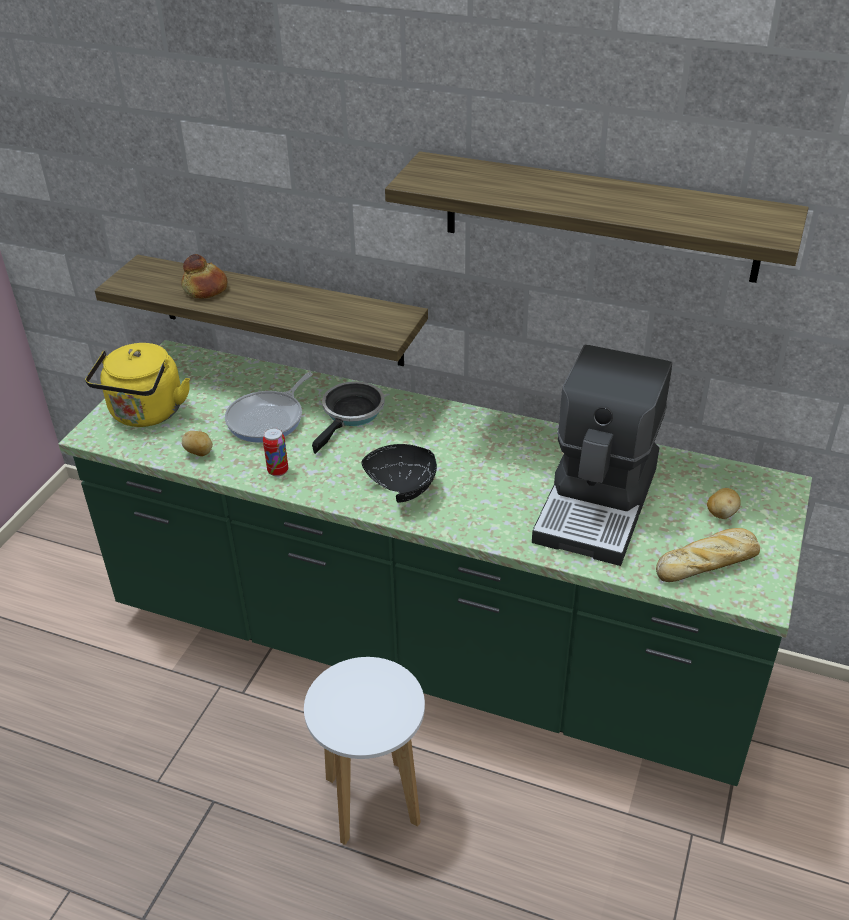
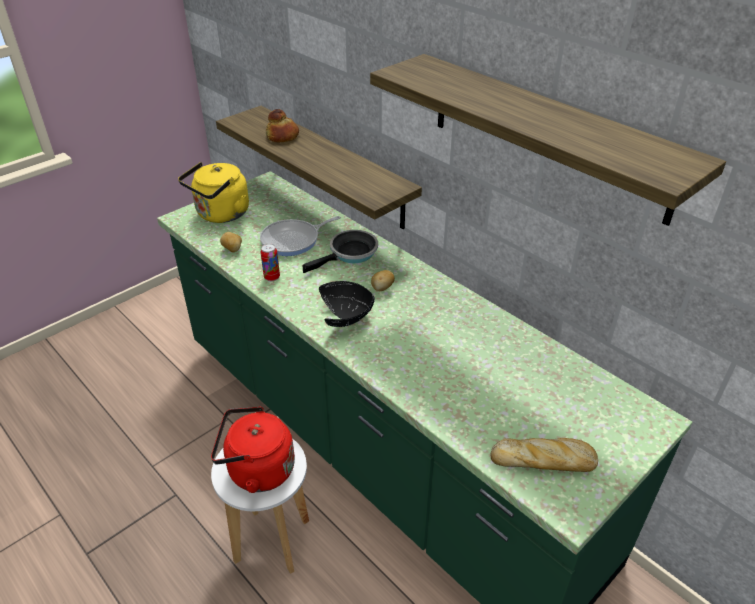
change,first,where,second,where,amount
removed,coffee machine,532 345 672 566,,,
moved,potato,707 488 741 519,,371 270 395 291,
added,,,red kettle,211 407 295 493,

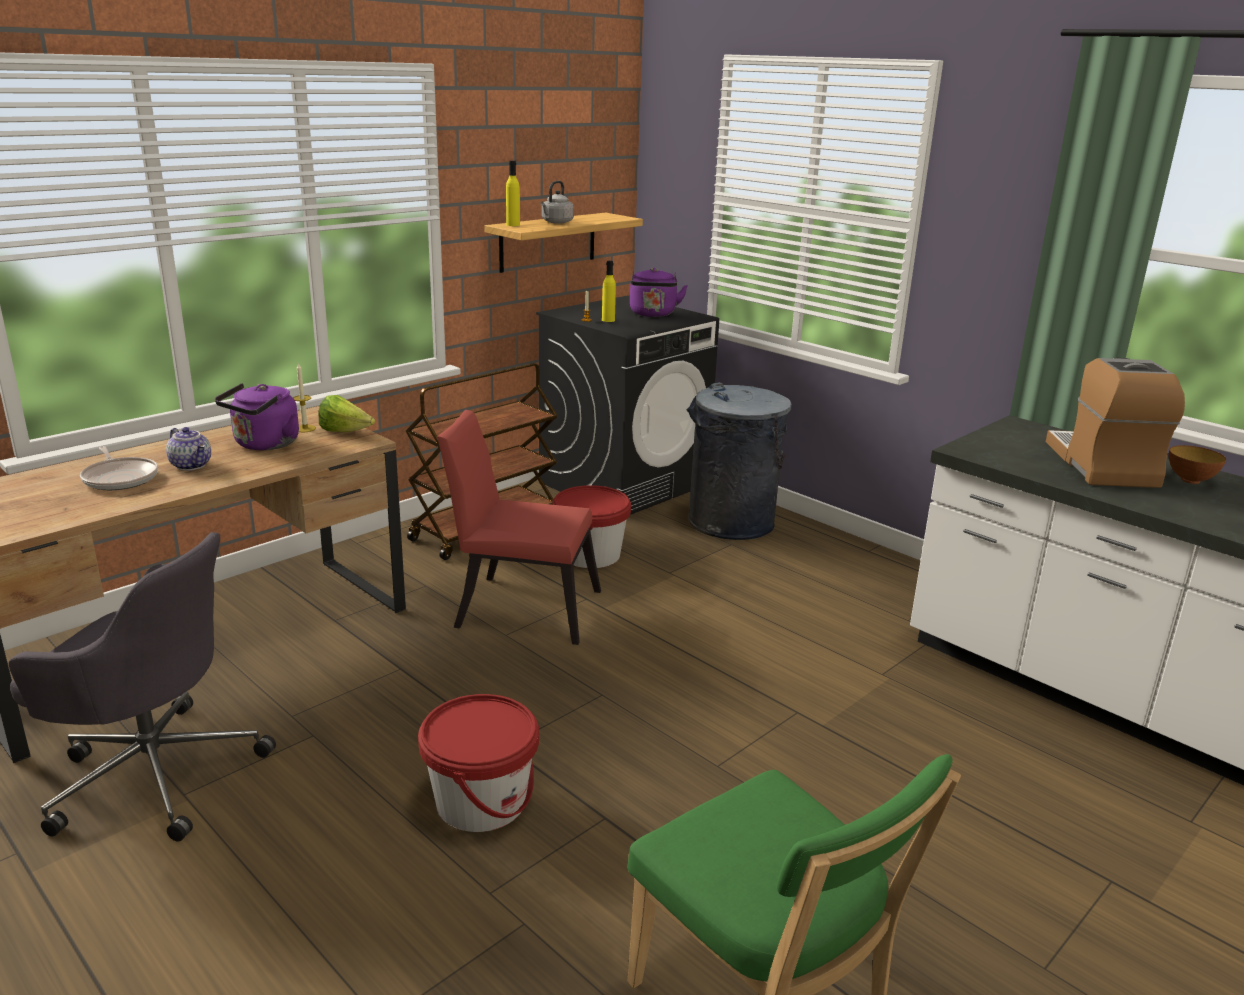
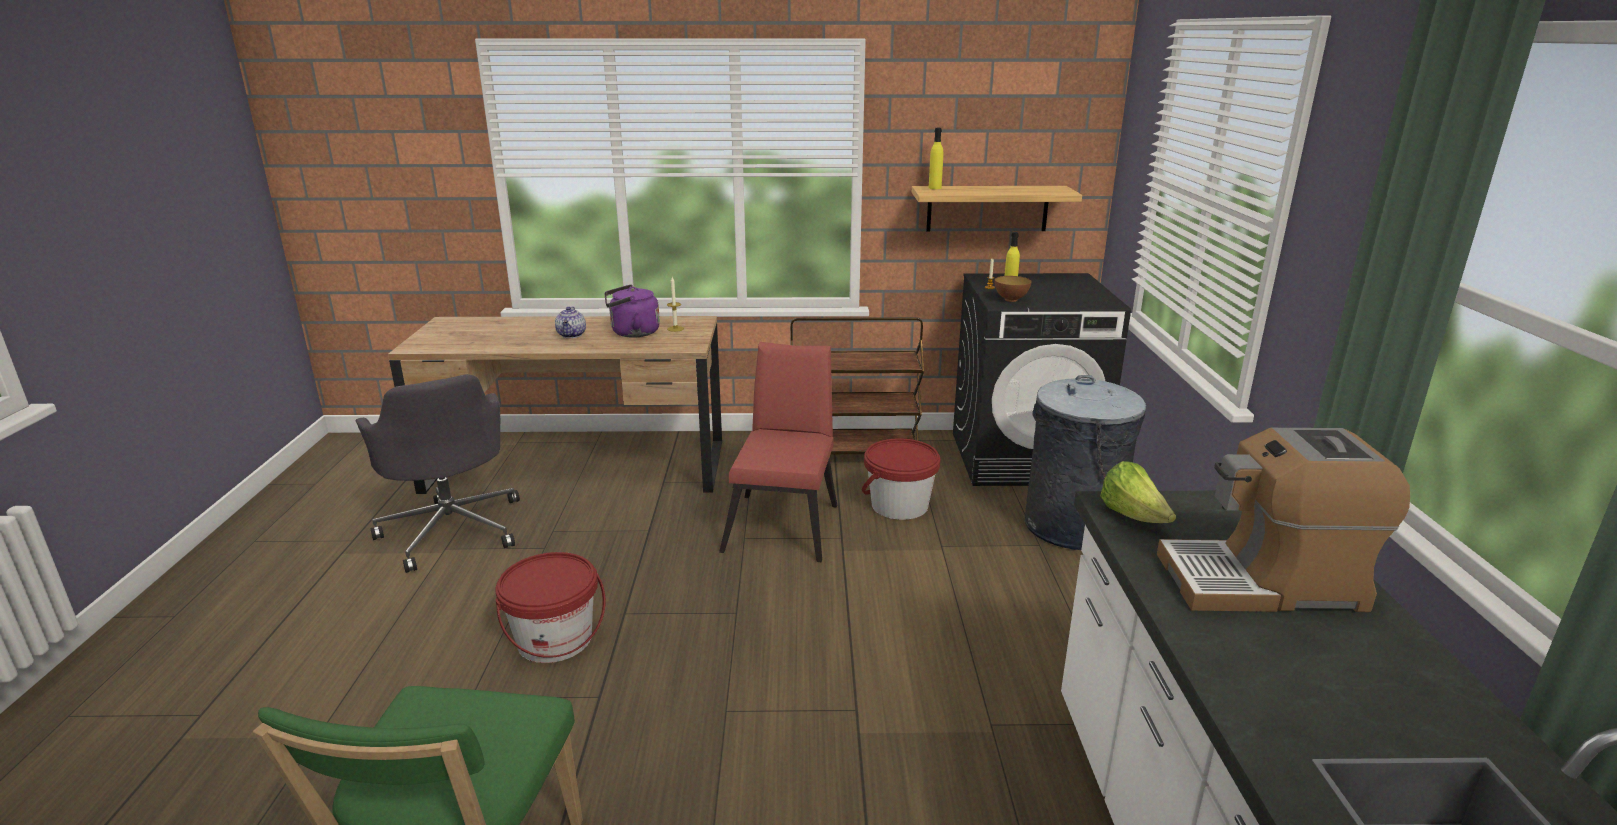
change,first,where,second,where,amount
removed,grey kettle,540 181 574 224,,,
removed,purple kettle,630 268 688 317,,,
turned,coffee machine,1046 358 1185 488,,1157 428 1410 612,135 degrees counterclockwise
moved,lettuce,319 395 375 432,,1100 461 1176 523,
turned,red chair,437 410 601 645,,719 342 837 562,45 degrees clockwise
moved,bowl,1169 445 1226 484,,995 276 1031 302,
removed,frying pan,80 446 158 490,,,

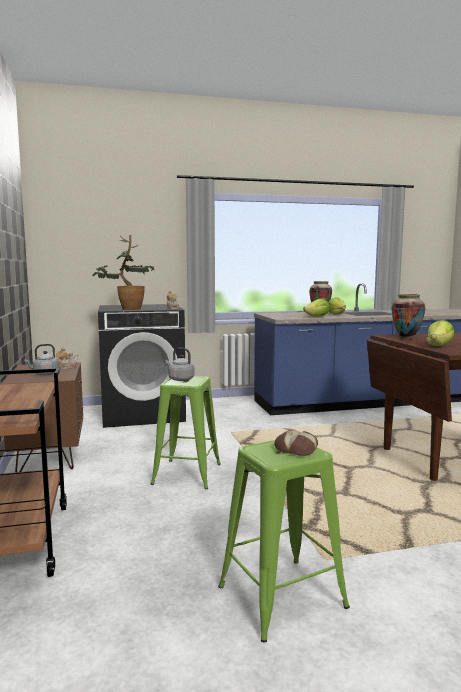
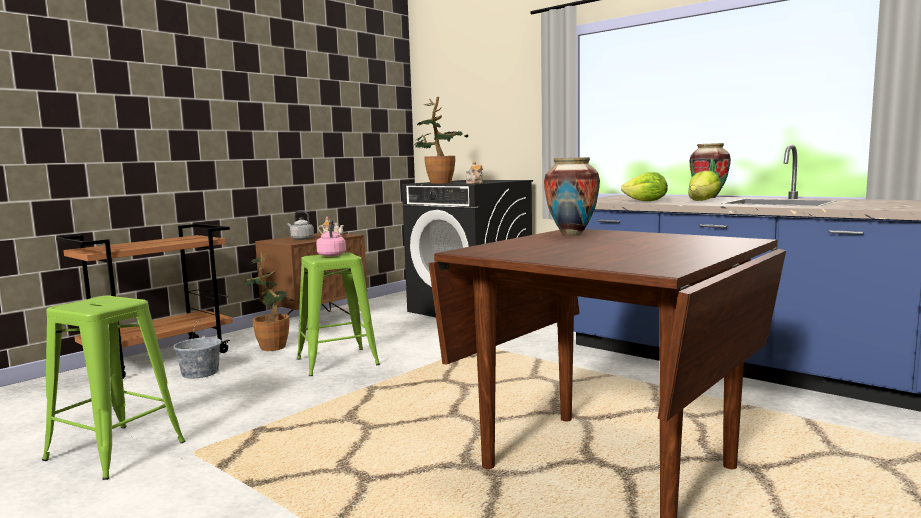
change,first,where,second,where,amount
removed,lettuce,427 320 454 346,,,
recoloured,grey kettle,165 348 194 381,pink kettle,316 220 346 257,
removed,bread,274 429 318 456,,,
added,,,potted plant,245 252 294 351,
added,,,grey bucket,173 320 222 378,

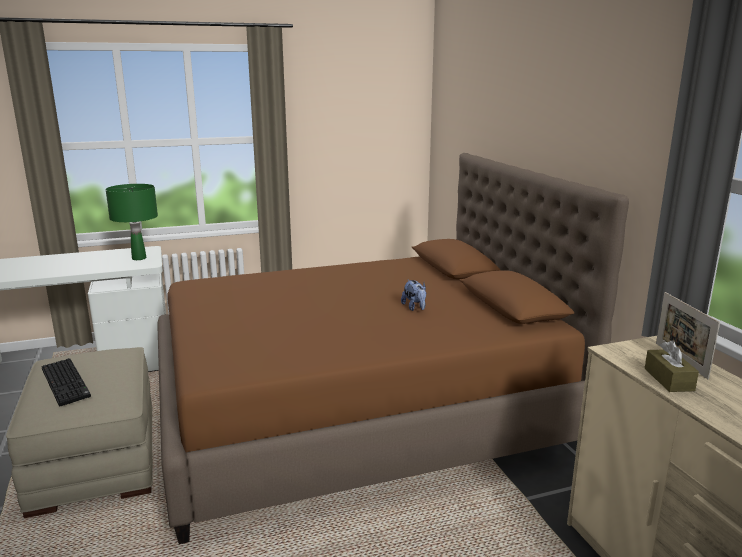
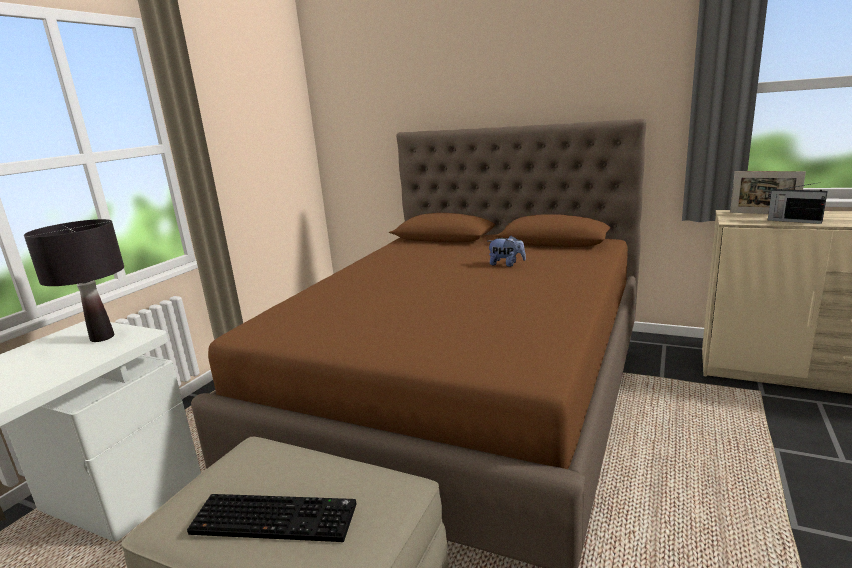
change,first,where,second,where,amount
recoloured,green table lamp,105 184 158 260,black table lamp,24 219 124 342,
replaced,brown tissue box,645 340 699 392,radio,768 182 828 224,

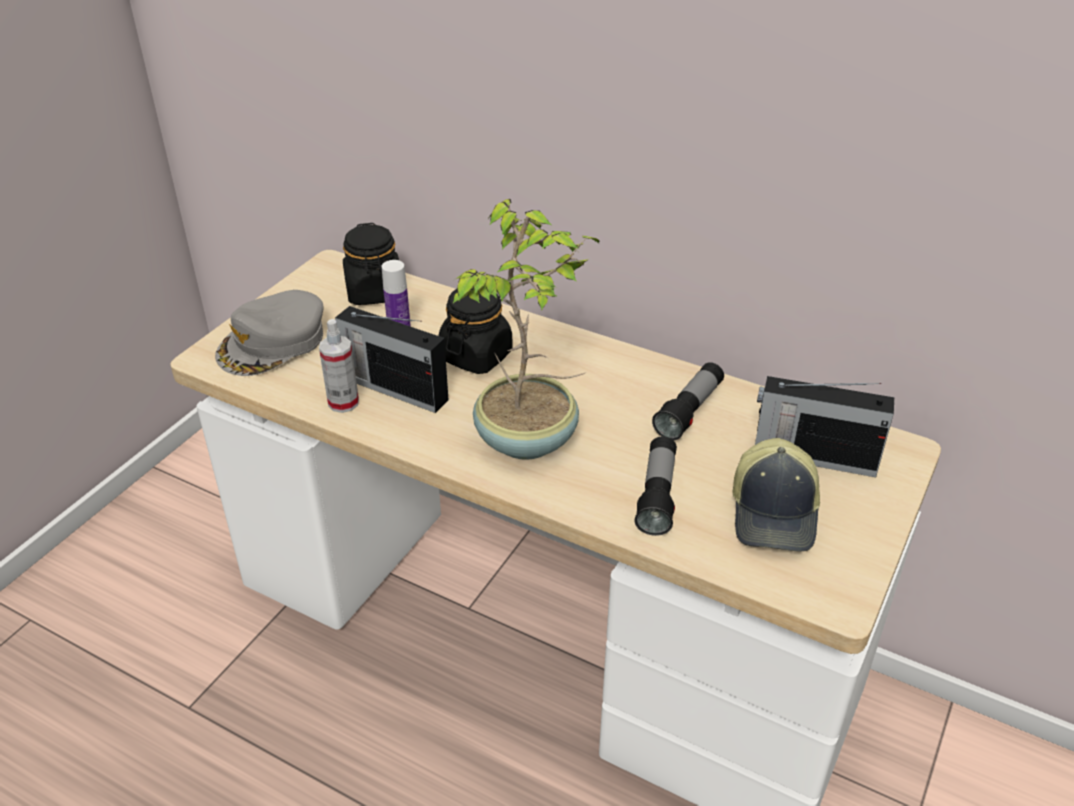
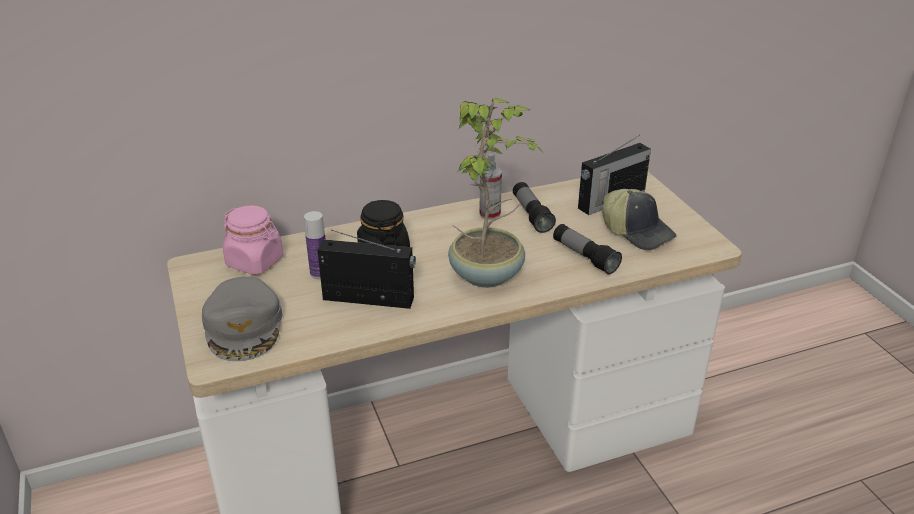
change,first,where,second,where,amount
recoloured,black jar,343 223 399 305,pink jar,223 205 284 275,
turned,radio,335 306 449 413,,318 230 416 309,150 degrees counterclockwise
moved,spray bottle,319 319 359 413,,479 153 502 220,

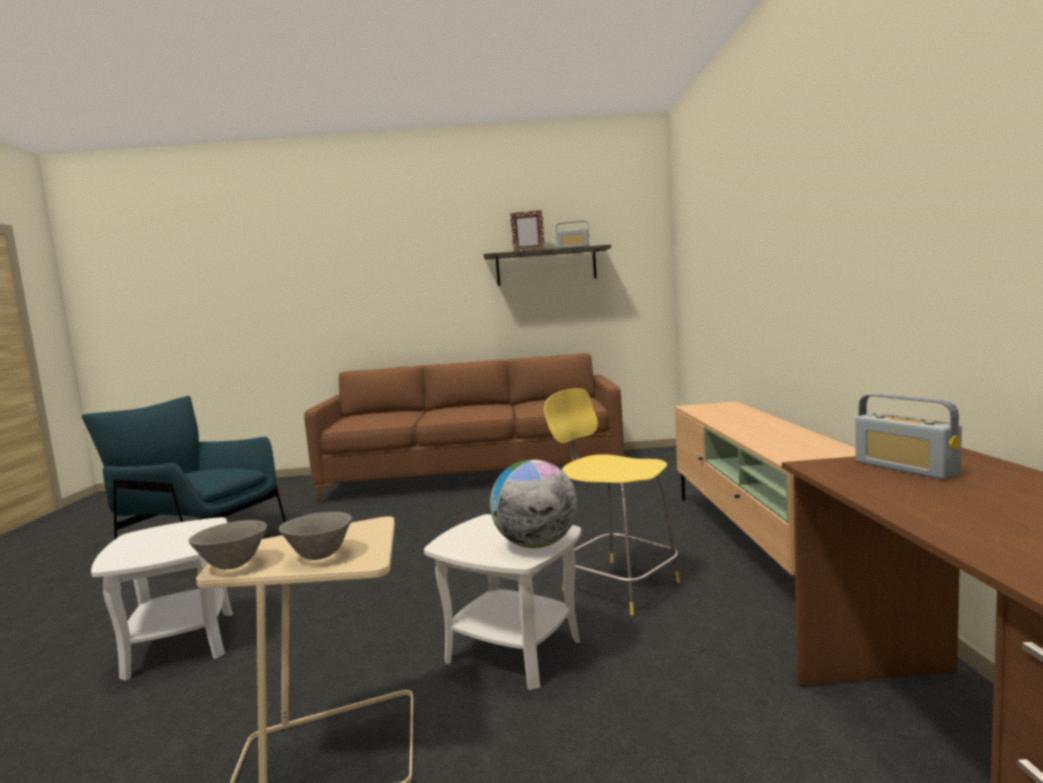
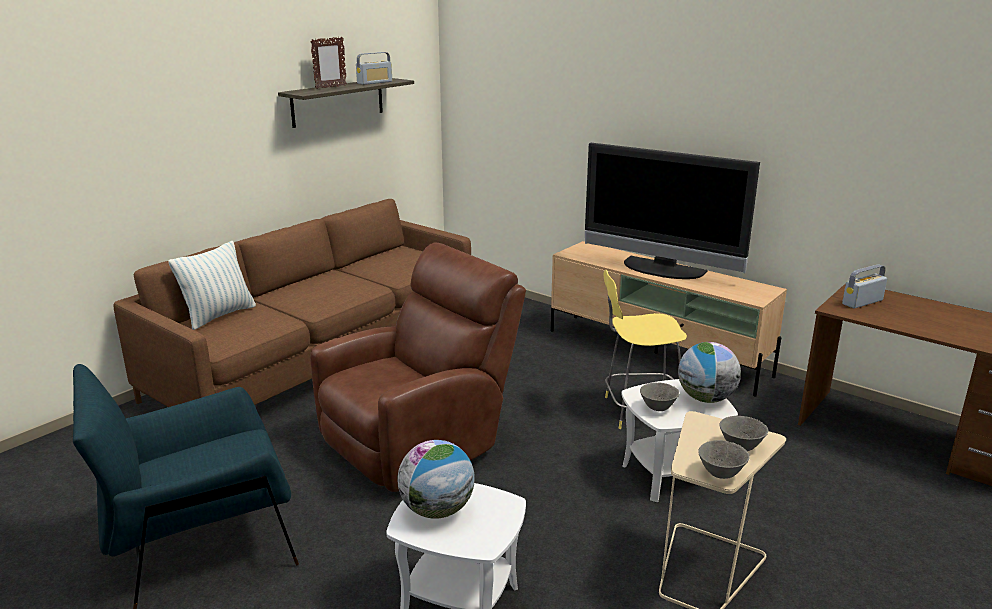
change,first,where,second,where,amount
turned,radio,855 394 962 480,,842 264 887 309,135 degrees clockwise
added,,,television,585 143 760 279,
added,,,pillow,168 241 256 330,
added,,,brown armchair,310 243 526 492,
added,,,grey bowl,640 383 679 411,
added,,,globe,397 440 475 519,

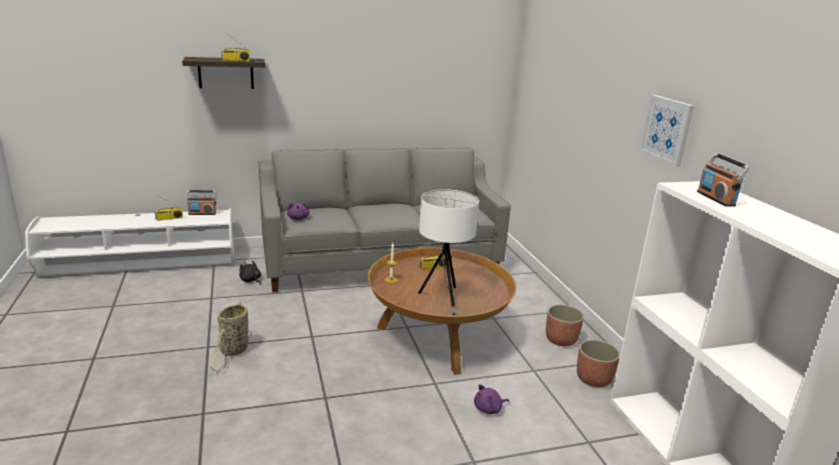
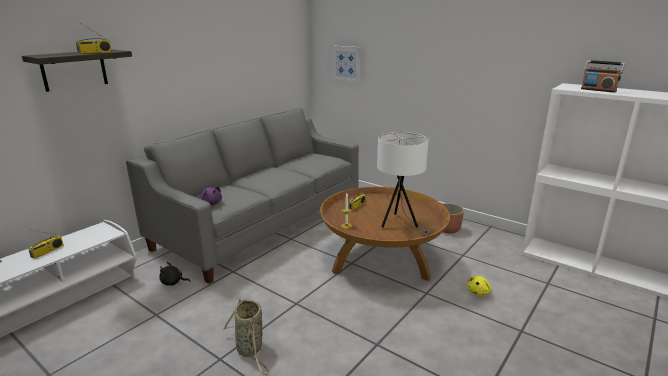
change,first,where,second,where,amount
moved,picture,639 95 694 167,,332 46 361 82,
removed,radio,186 190 216 215,,,
removed,planter,577 340 620 387,,,
recoloured,purple plush toy,474 384 510 414,yellow plush toy,467 276 492 296,

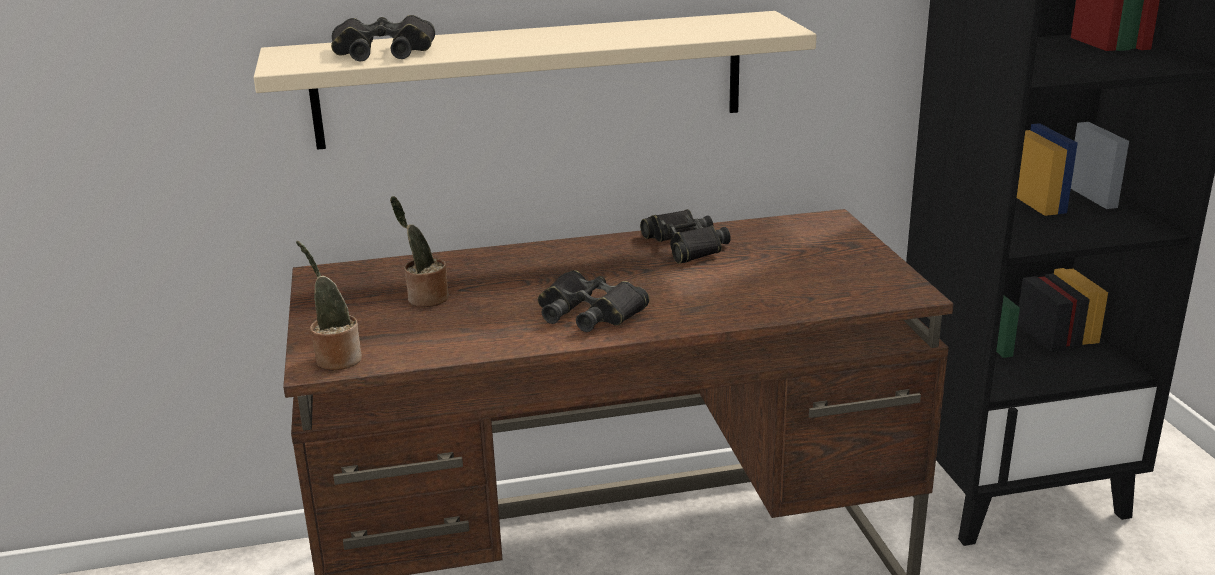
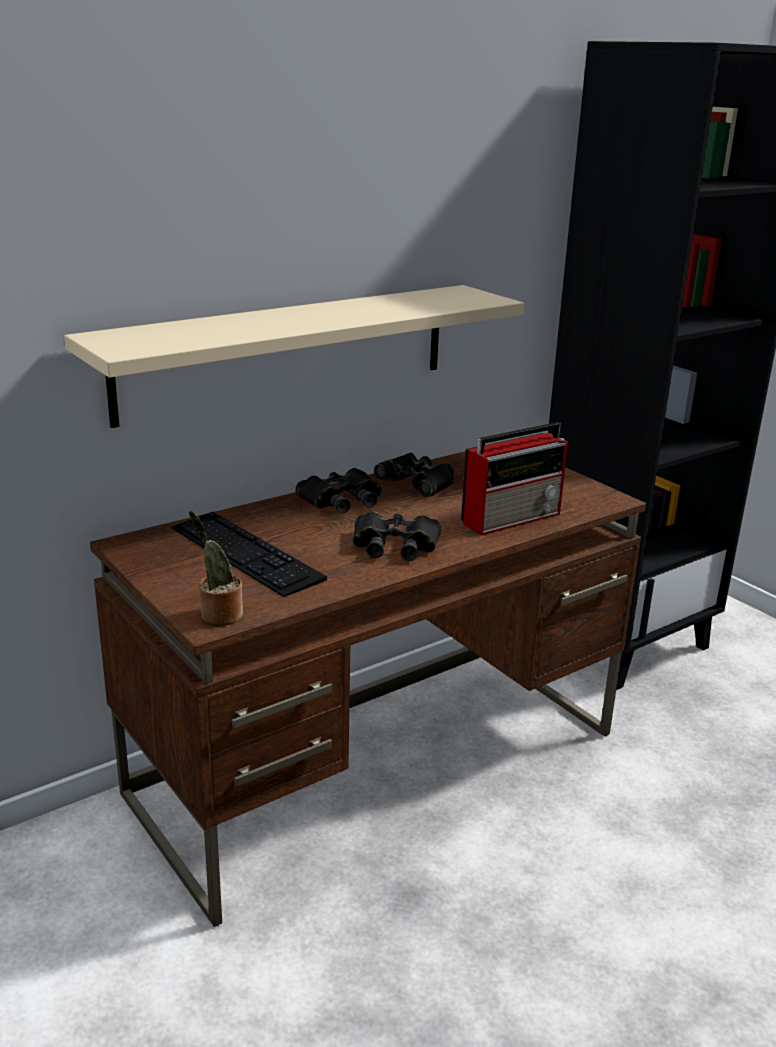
change,first,where,second,where,amount
moved,black binoculars,331 15 435 61,,295 468 382 513,
replaced,potted plant,390 196 449 307,keyboard,171 512 327 597,
added,,,radio,461 422 568 535,

